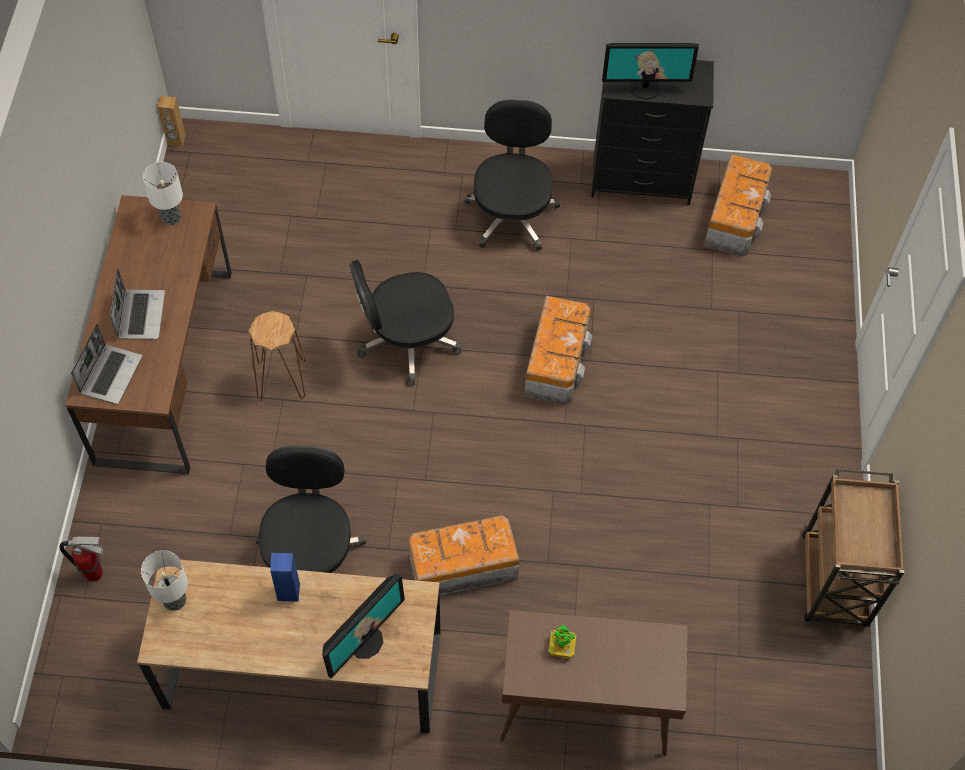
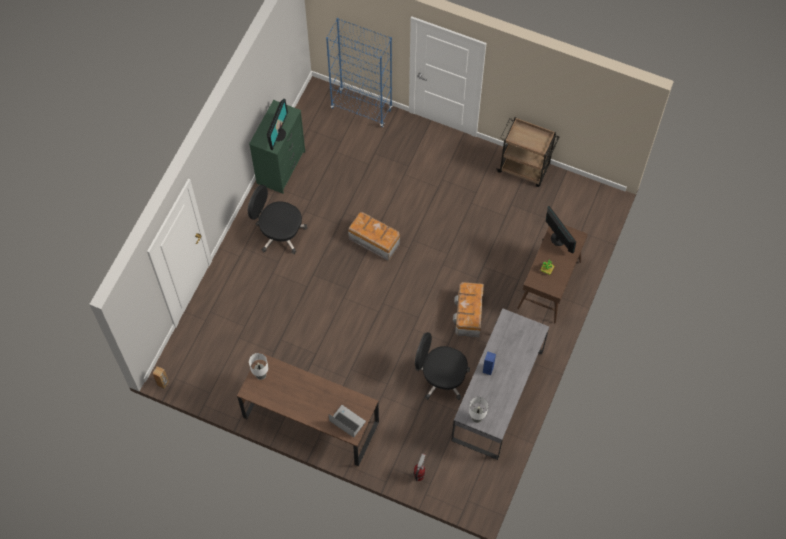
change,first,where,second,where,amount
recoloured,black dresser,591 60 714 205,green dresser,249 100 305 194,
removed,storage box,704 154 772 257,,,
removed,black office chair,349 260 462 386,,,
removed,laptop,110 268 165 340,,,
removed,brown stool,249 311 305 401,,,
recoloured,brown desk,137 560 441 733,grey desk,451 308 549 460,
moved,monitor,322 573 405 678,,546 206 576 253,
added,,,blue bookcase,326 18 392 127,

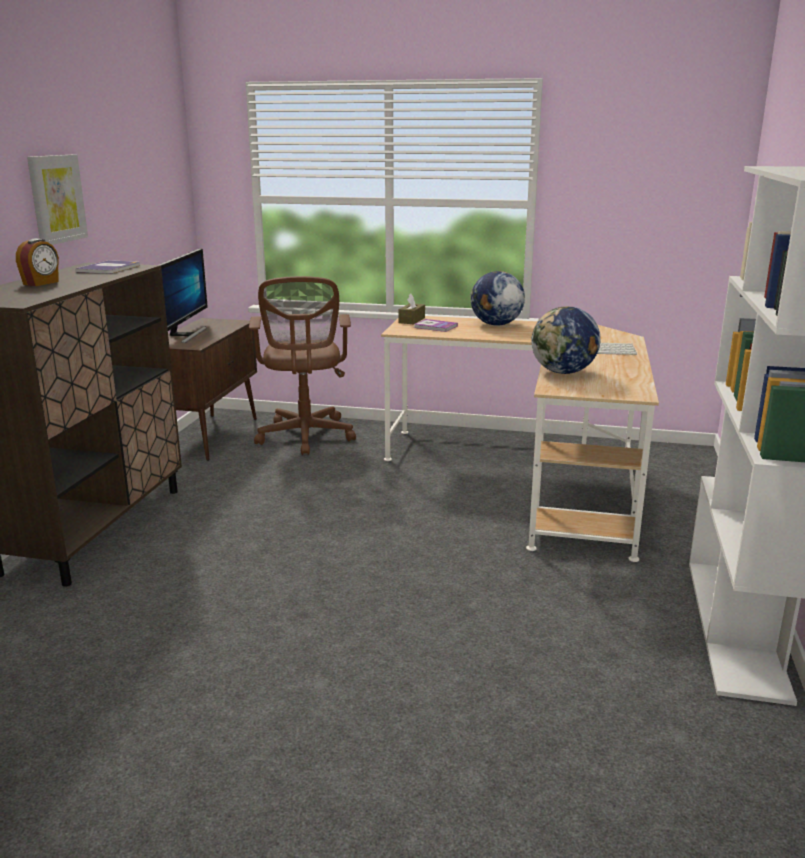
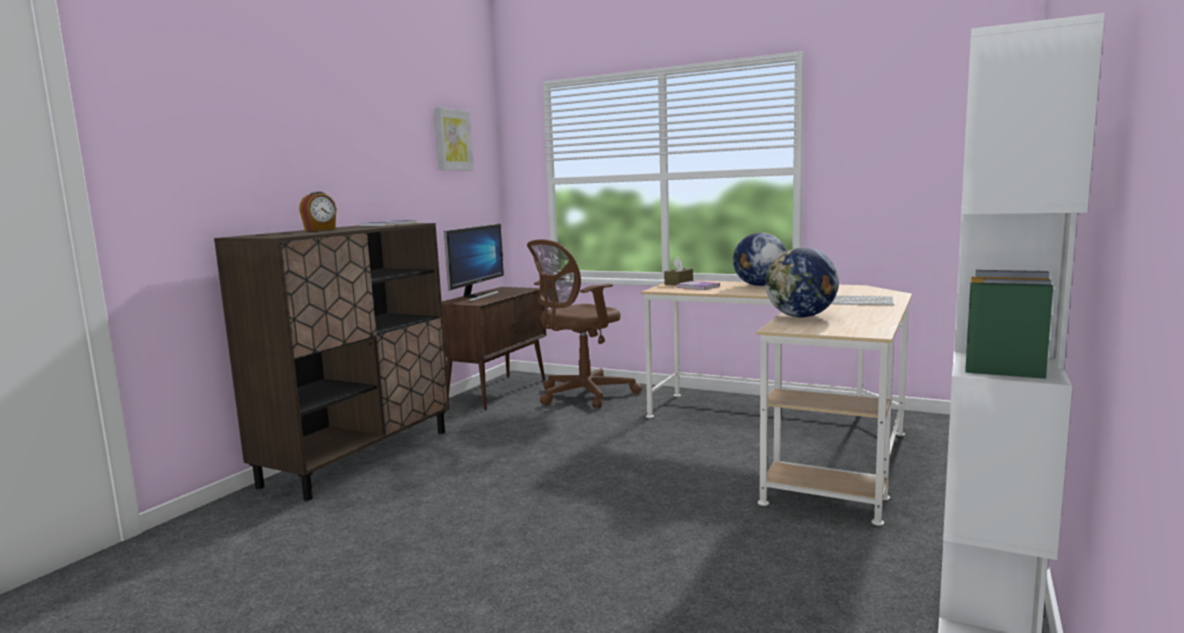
change,first,where,second,where,amount
moved,picture,27 155 88 245,,434 107 474 170,
turned,brown office chair,249 276 356 455,,527 240 642 408,45 degrees clockwise

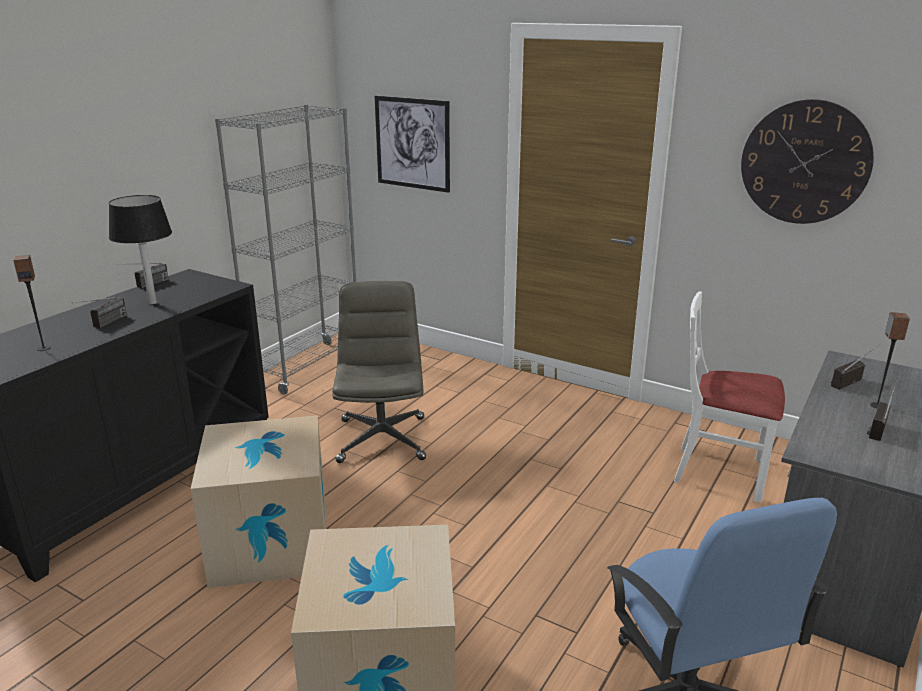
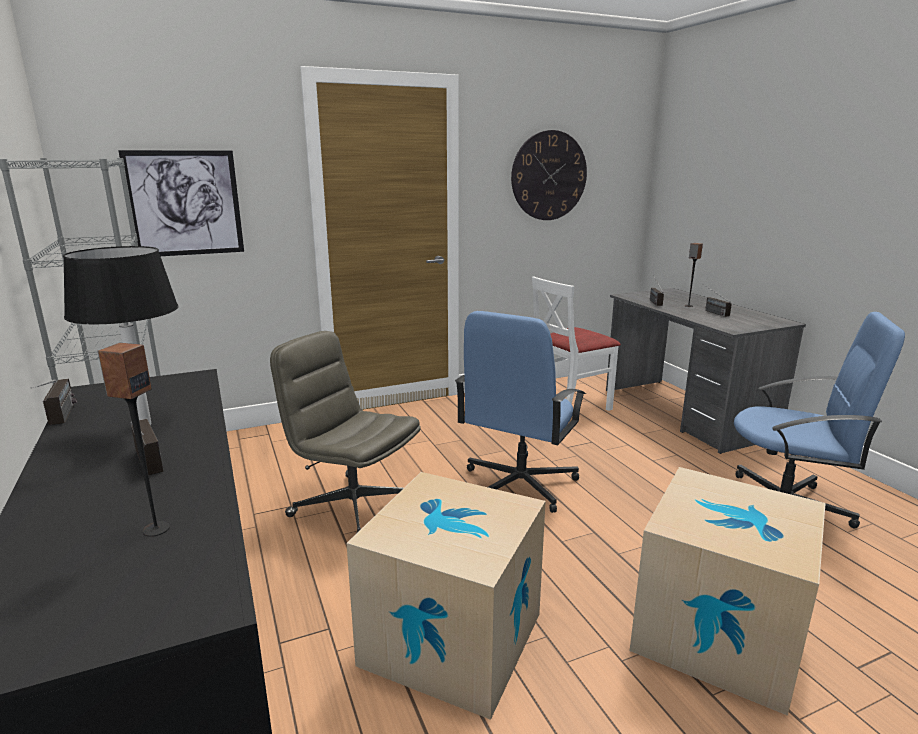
change,first,where,second,where,amount
added,,,blue office chair,455 311 586 513,

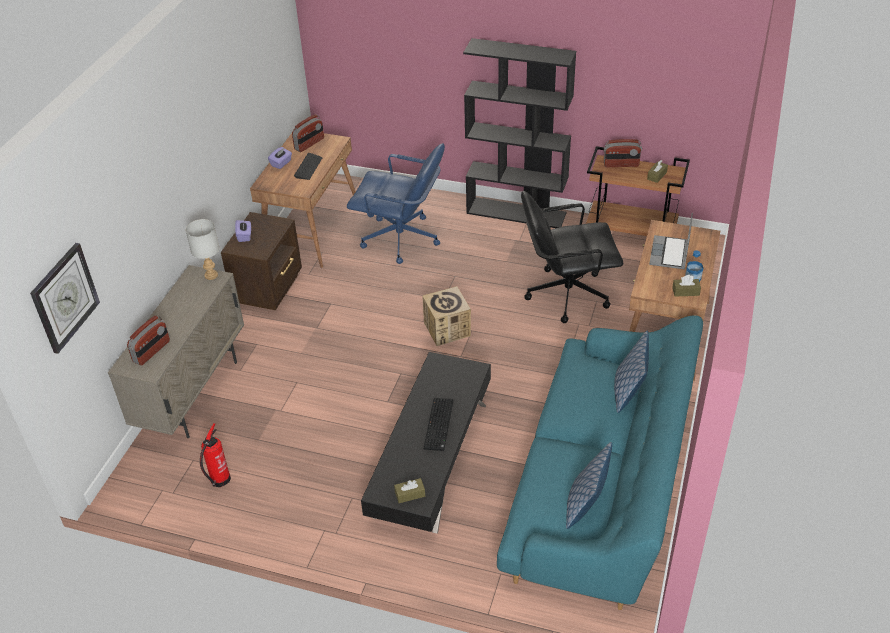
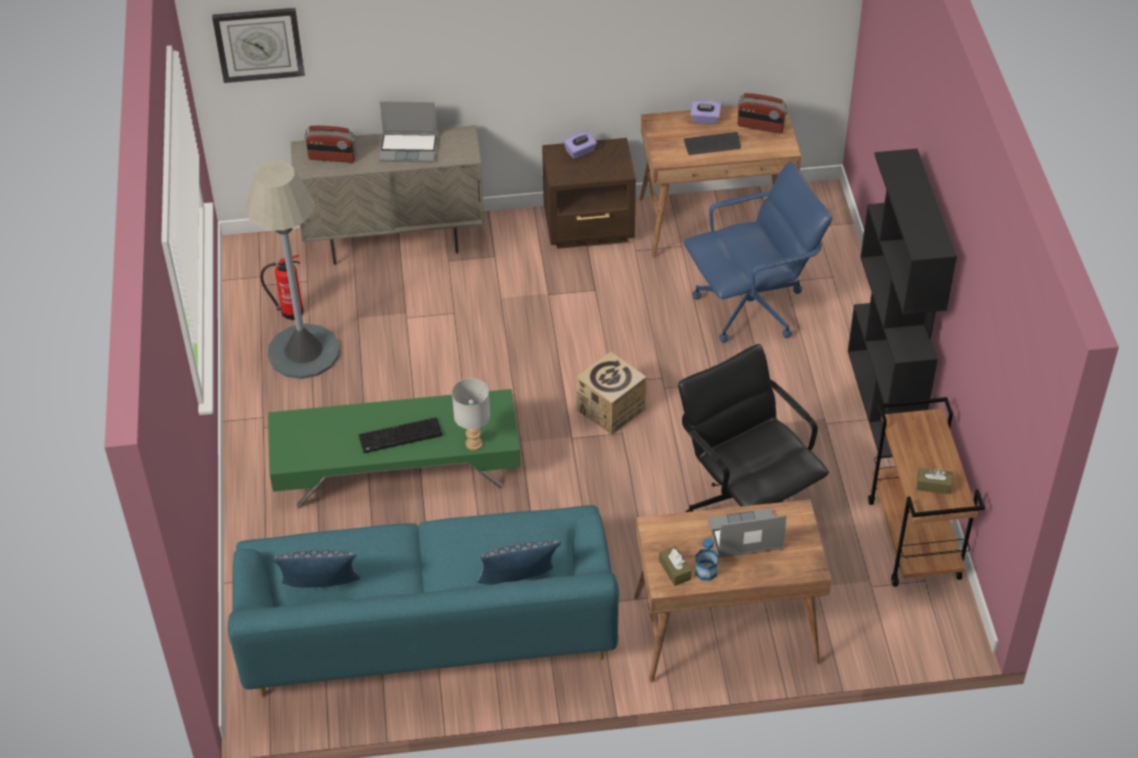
change,first,where,second,where,amount
removed,radio,604 139 642 167,,,
turned,blue office chair,347 143 445 264,,684 162 832 343,105 degrees counterclockwise
moved,grey table lamp,186 219 219 280,,452 378 490 451,
recoloured,black coffee table,361 352 491 533,green coffee table,268 389 521 508,
removed,brown tissue box,394 478 425 503,,,
added,,,laptop,379 101 437 162,
added,,,grey floor lamp,246 161 340 379,

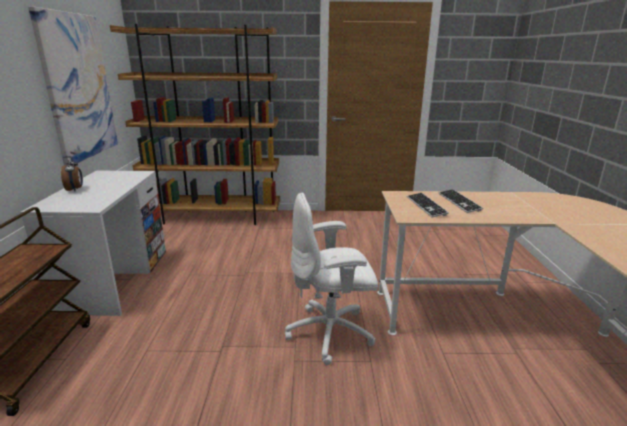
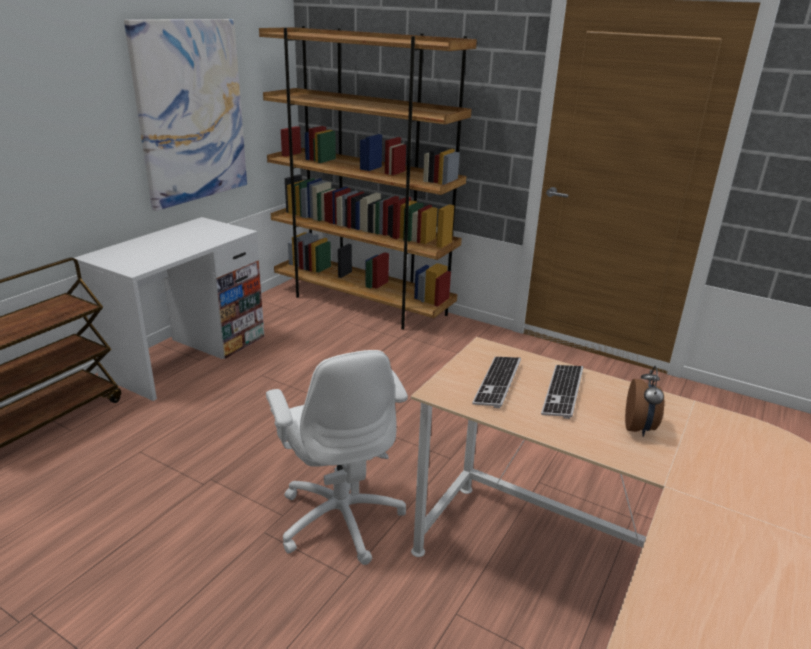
change,first,where,second,where,amount
moved,alarm clock,61 156 83 191,,625 366 664 437,
turned,white office chair,285 193 378 365,,266 350 408 565,135 degrees counterclockwise

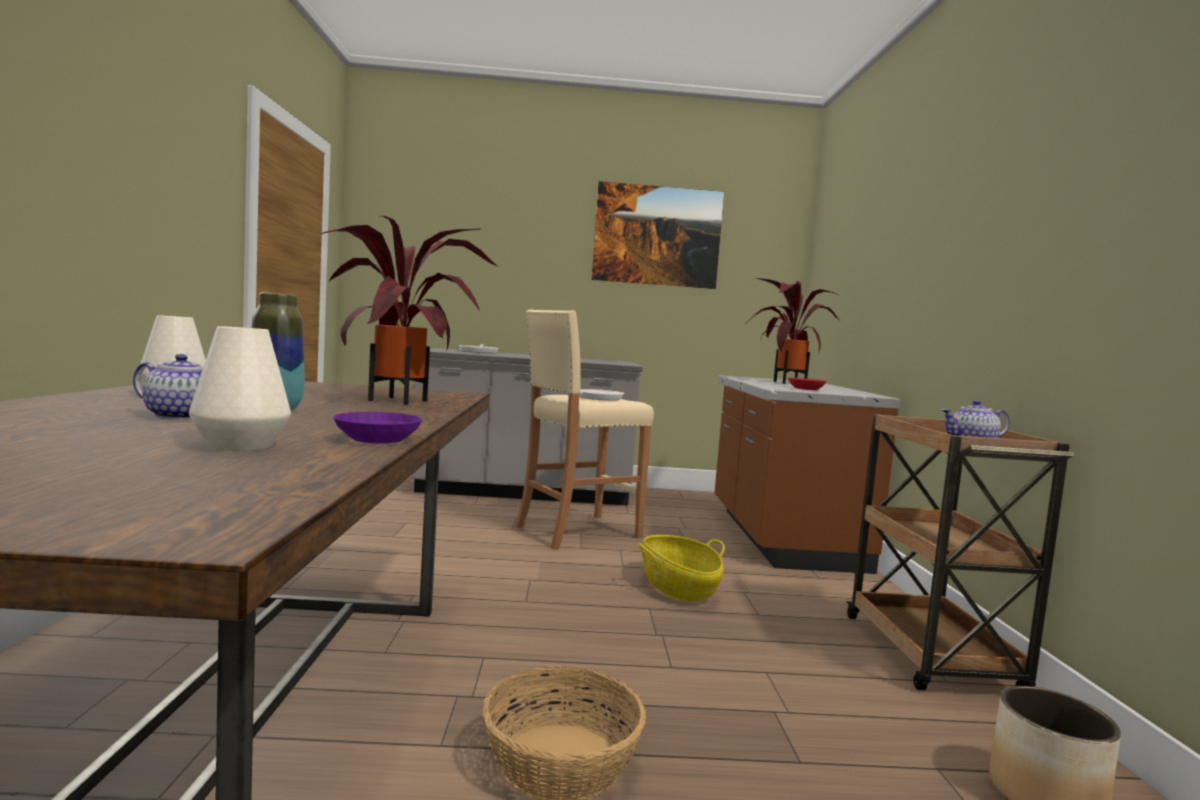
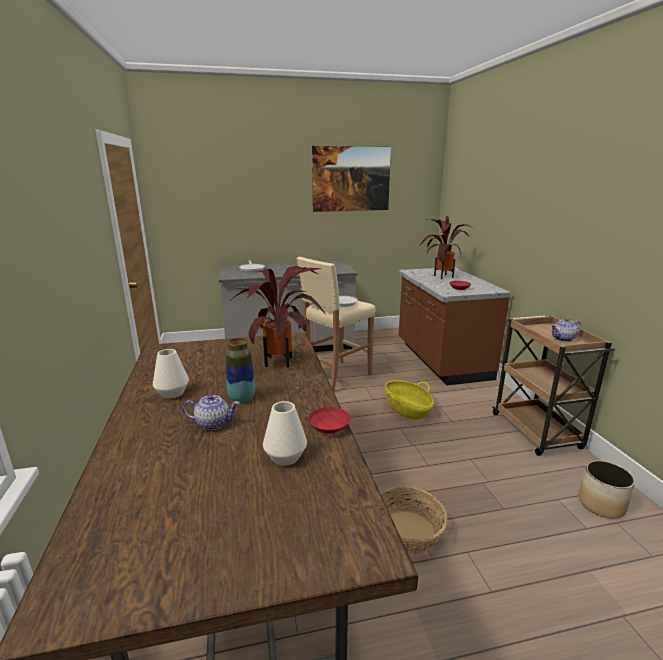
change,first,where,second,where,amount
recoloured,purple bowl,333 412 423 443,red bowl,308 407 350 434,

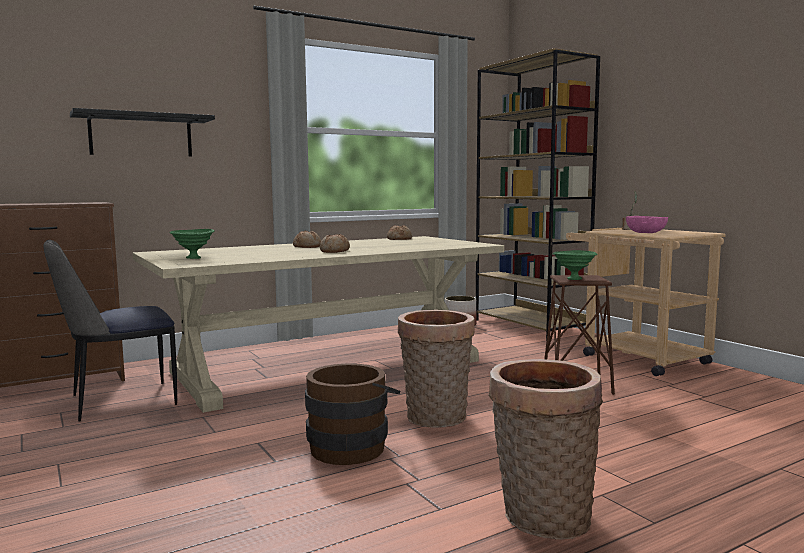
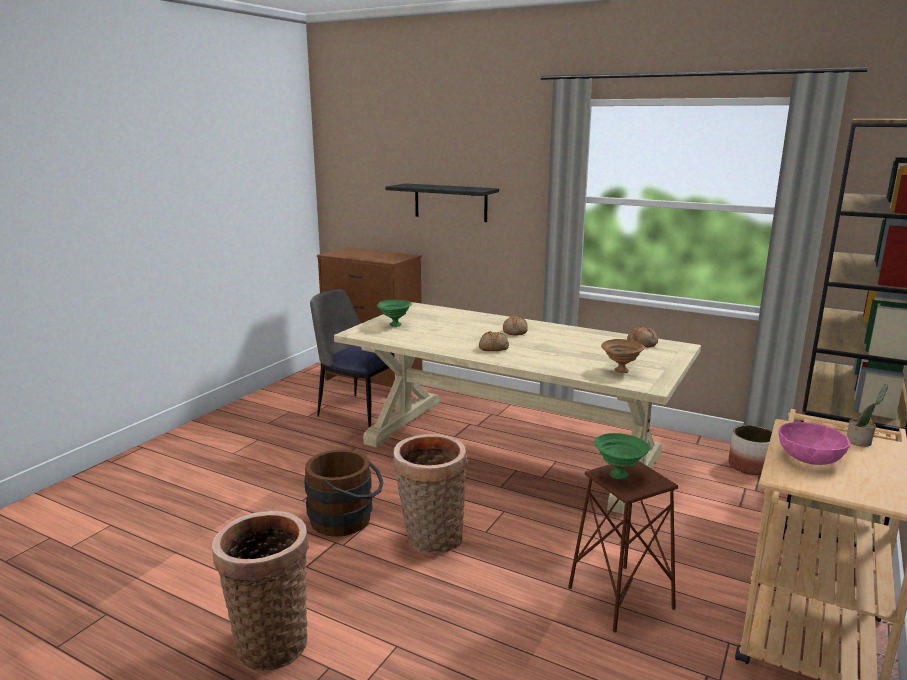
change,first,where,second,where,amount
added,,,brown bowl,601 339 645 373,

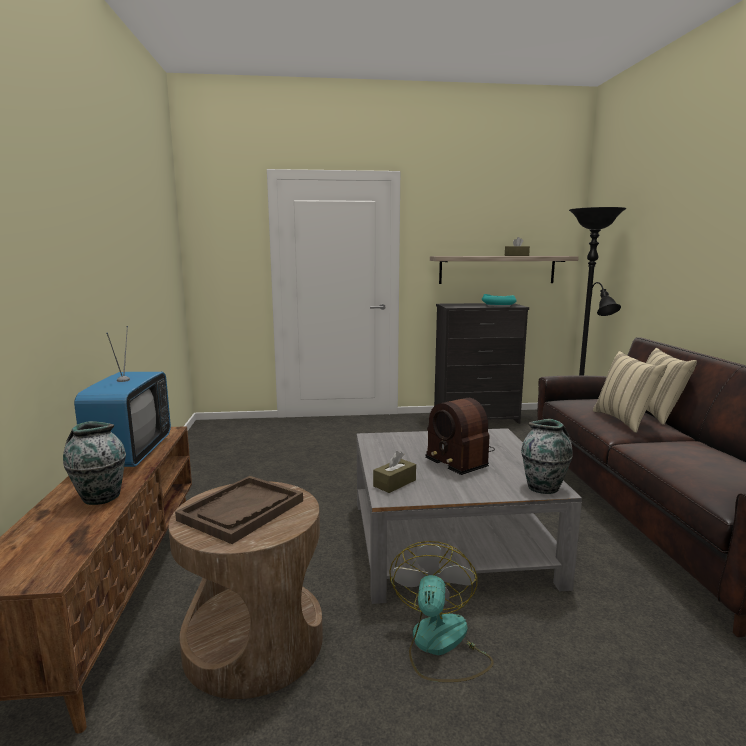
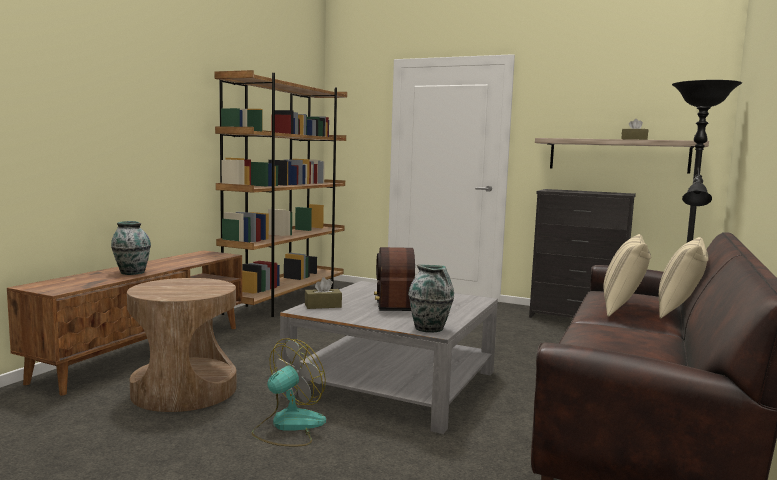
change,first,where,second,where,amount
removed,turquoise bowl,482 294 517 307,,,
removed,television,74 326 171 467,,,
removed,brown tray,175 476 303 544,,,
added,,,brown bookcase,215 70 347 317,

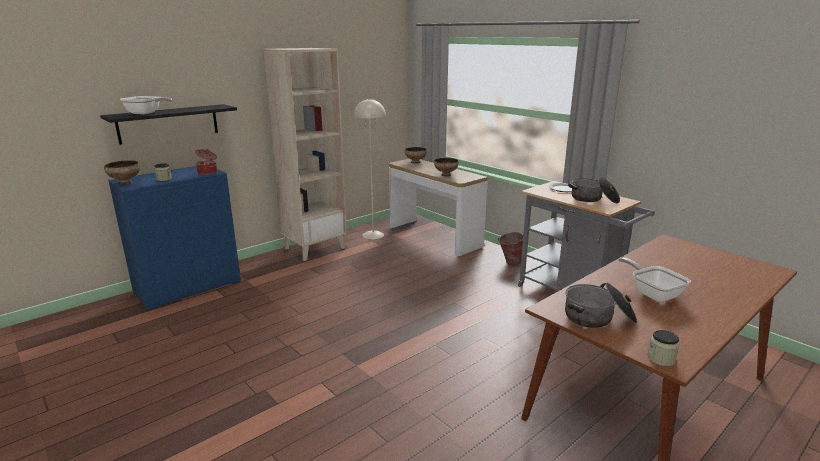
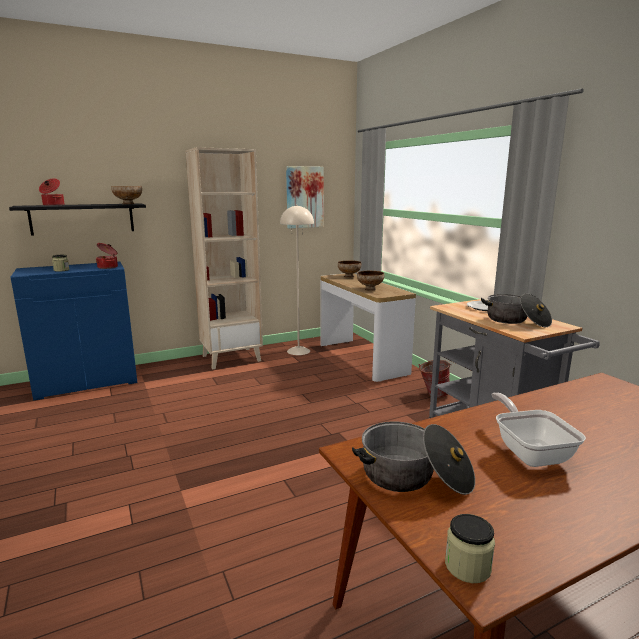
change,first,where,second,where,amount
replaced,frying pan,120 96 173 114,cooking pot,39 178 65 206,
moved,bowl,104 160 140 185,,111 186 142 204,
added,,,picture,286 166 324 228,

